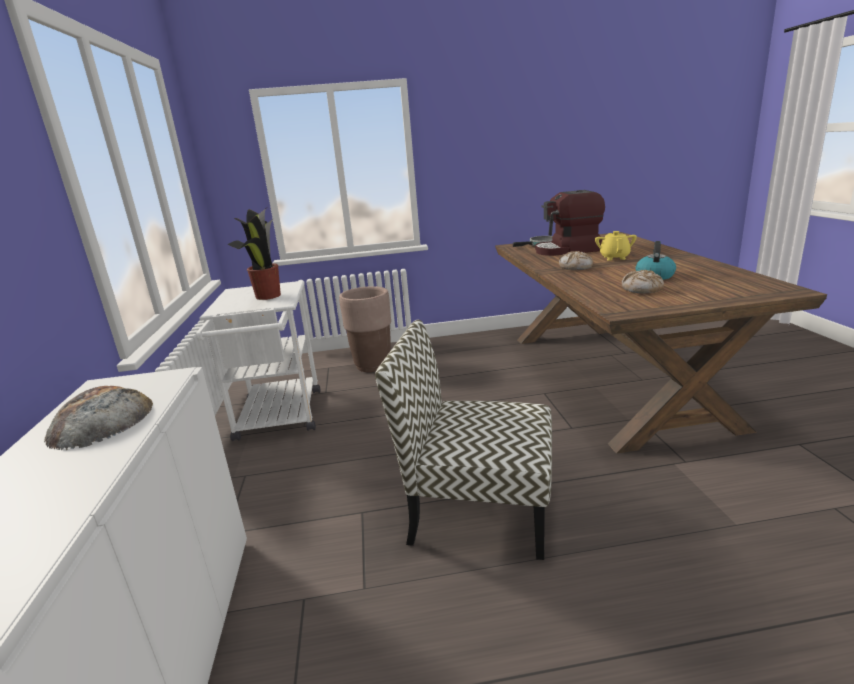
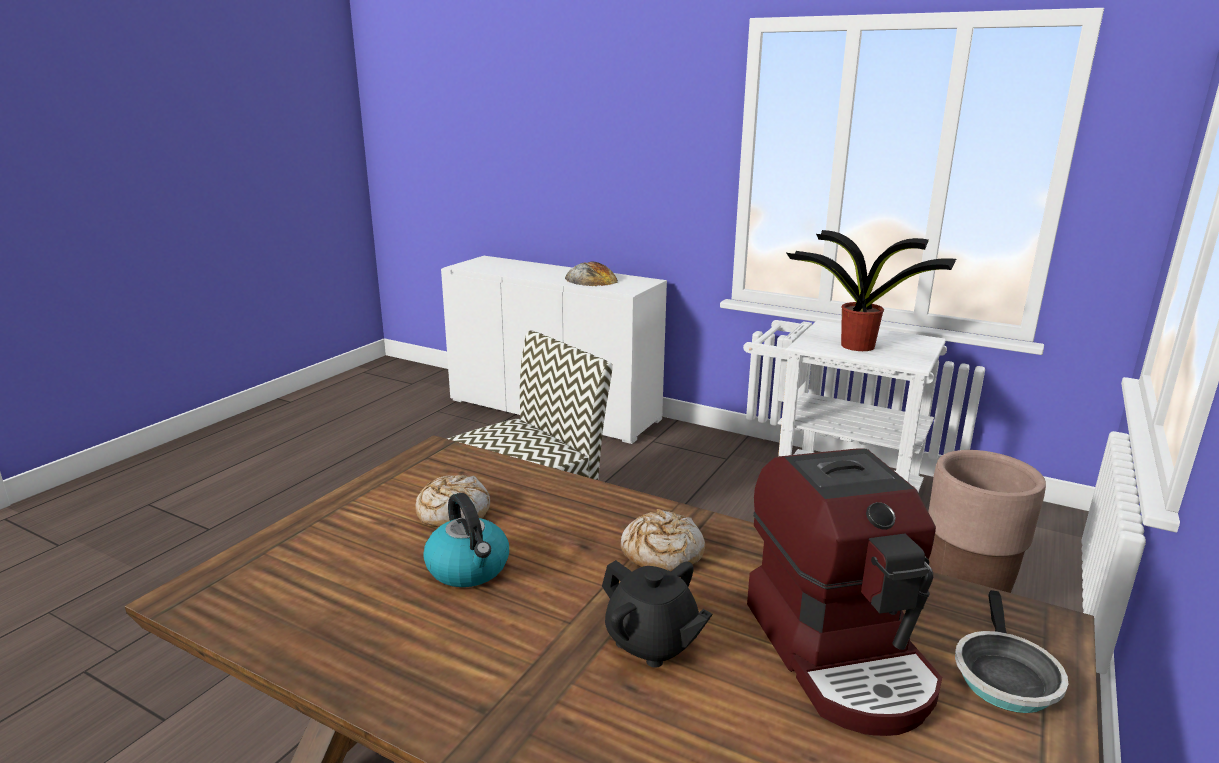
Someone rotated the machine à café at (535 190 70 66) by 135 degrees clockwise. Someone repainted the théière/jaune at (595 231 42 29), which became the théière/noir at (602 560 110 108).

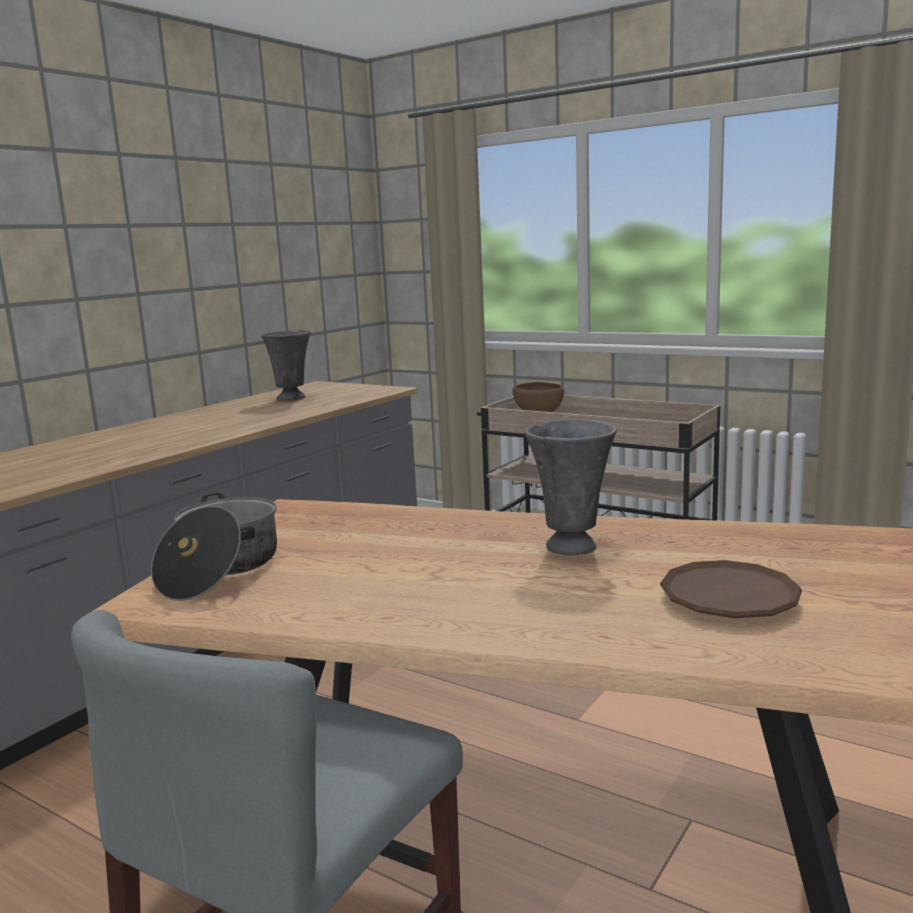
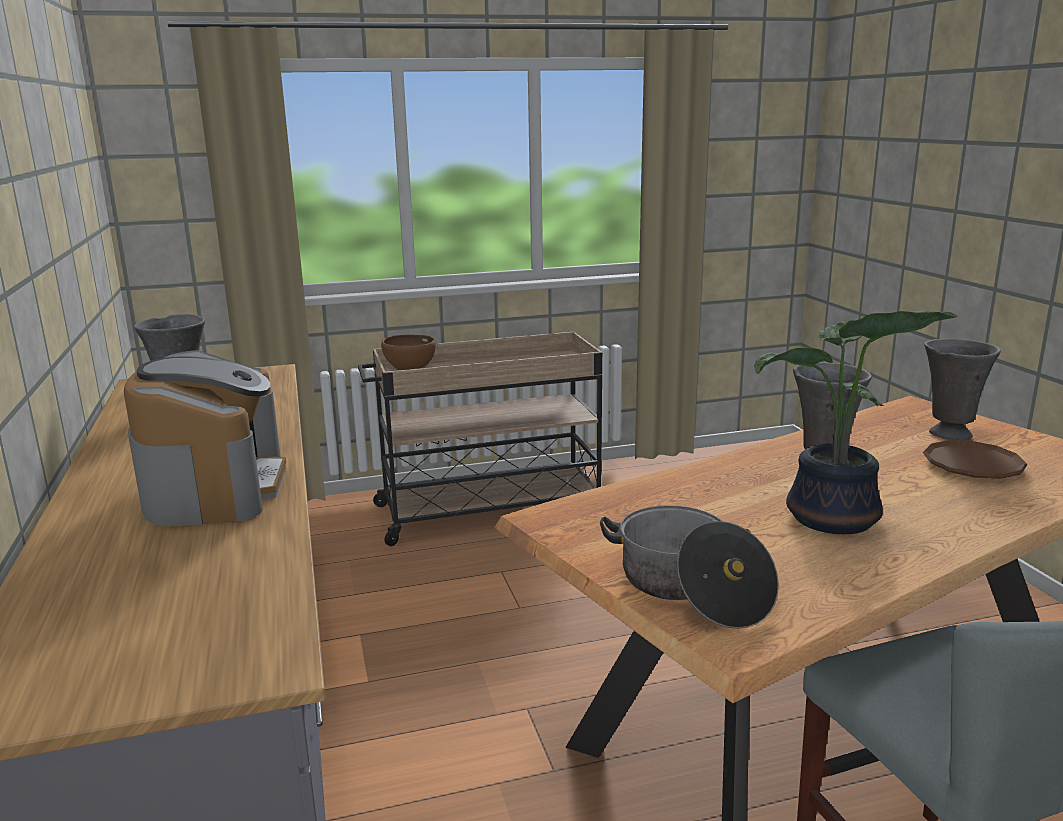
Someone put down the machine à café at (124 350 162 176). Someone put down the plante en pot at (754 310 204 224). Someone put down the vase/gris at (924 339 77 102).

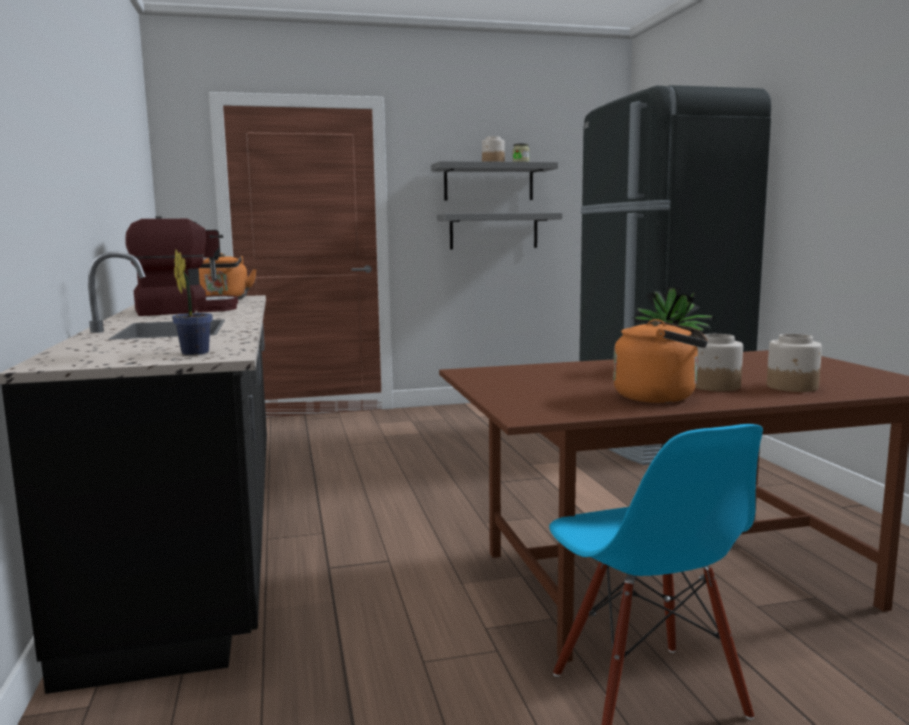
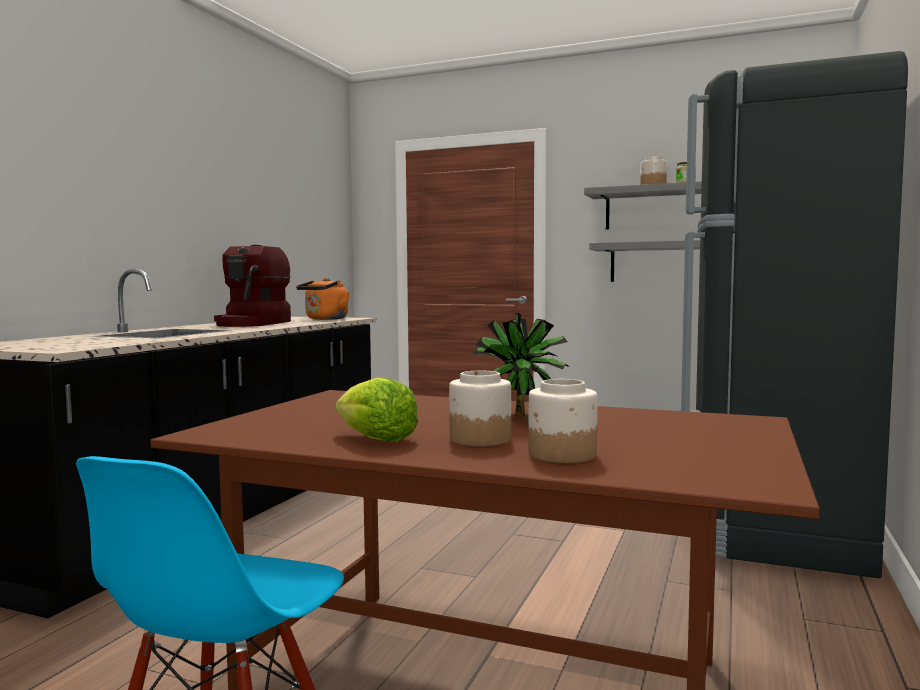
Someone rotated the machine à café at (125 216 113 100) by 90 degrees clockwise. Someone took away the plante en pot at (172 250 41 105). Someone swapped the bouilloire/orange at (613 319 95 84) for the laitue at (336 377 82 65).

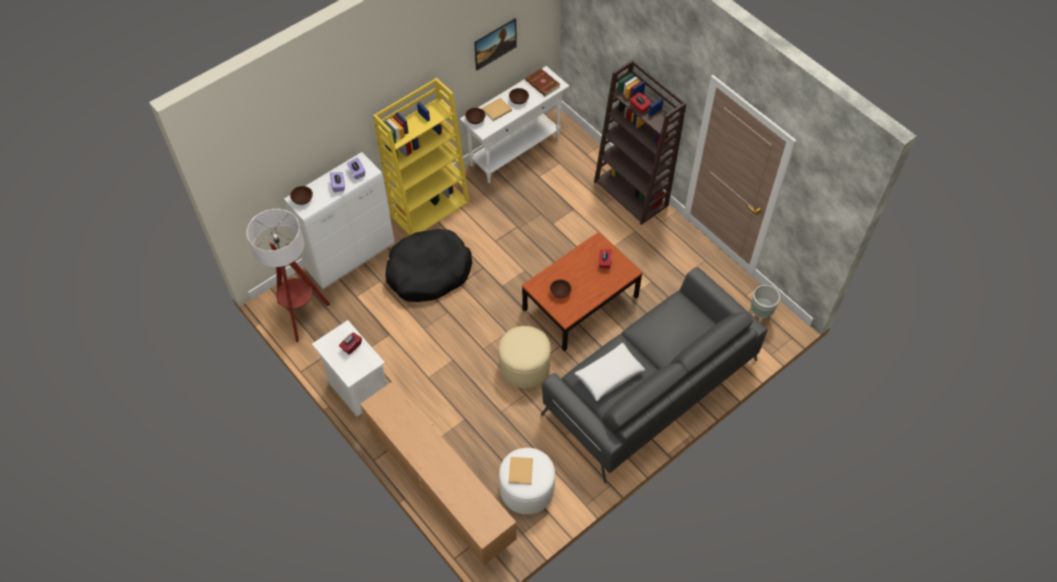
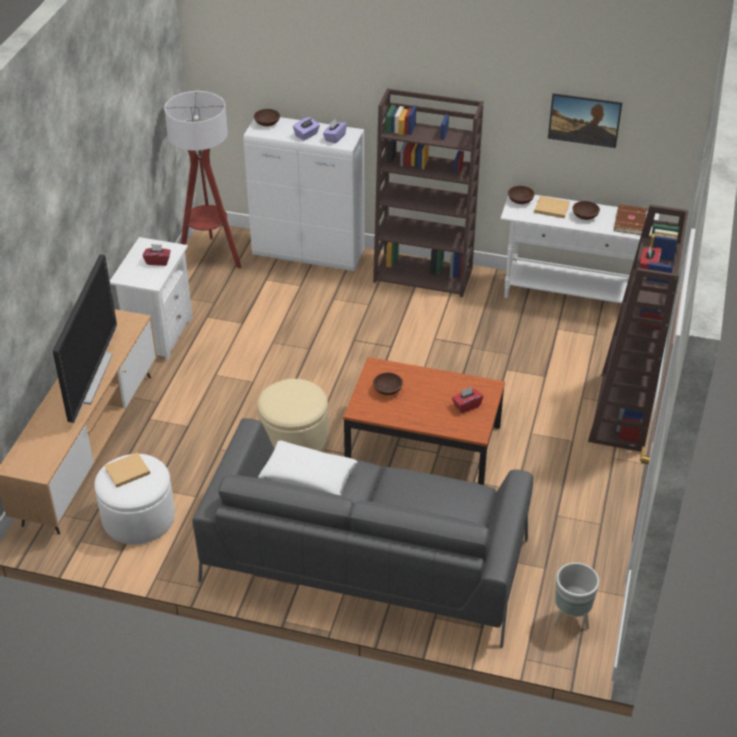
Someone repainted the bibliothèque/jaune at (373 78 97 158), which became the bibliothèque/marron at (373 88 111 209). Someone took away the panier pour chien/noir at (385 229 87 73). Someone put down the téléviseur at (53 255 64 168).

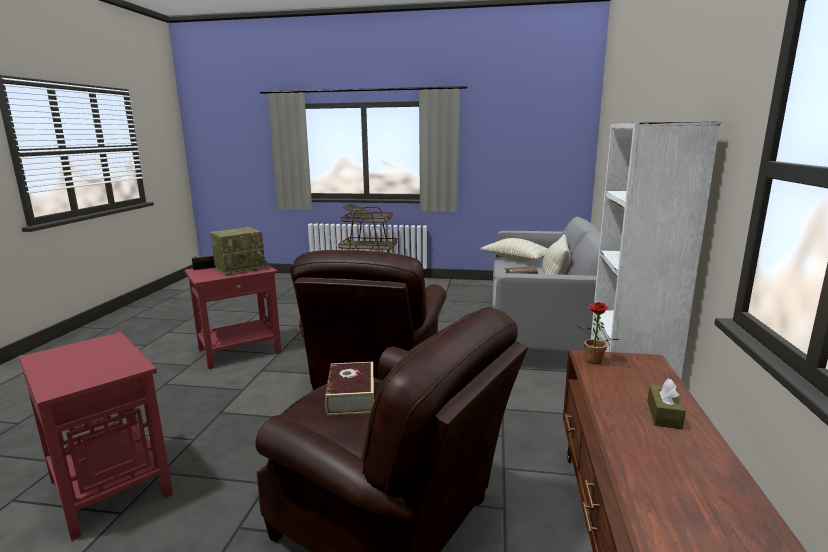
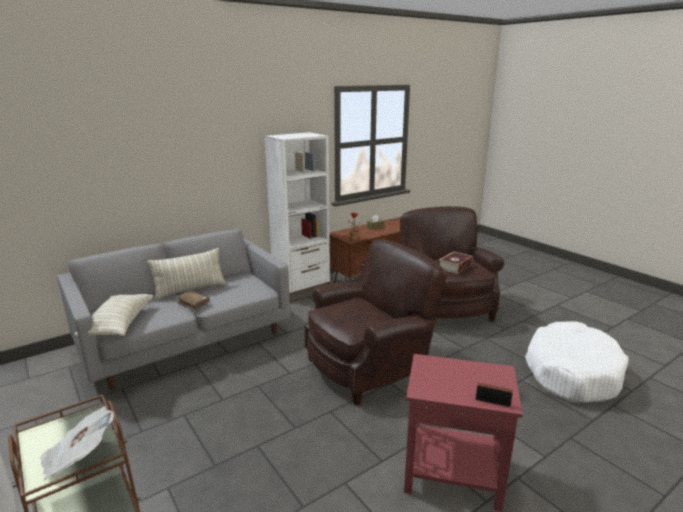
Someone swapped the table d'appoint/rouge at (19 332 154 209) for the panier pour chien/blanc at (525 322 104 81). Someone took away the radio at (210 227 57 49).

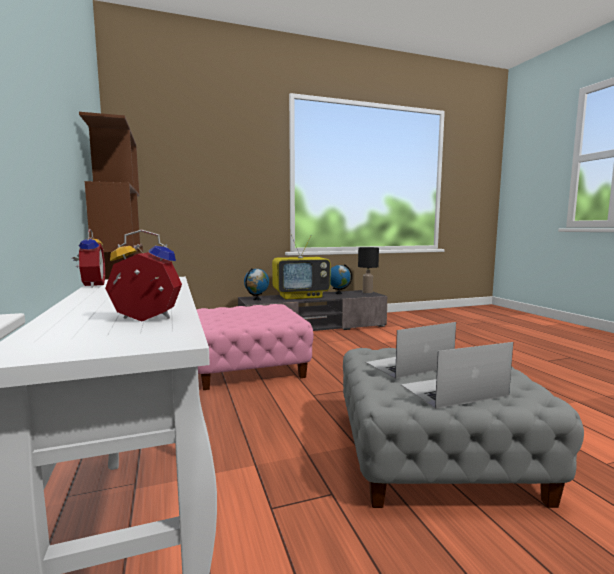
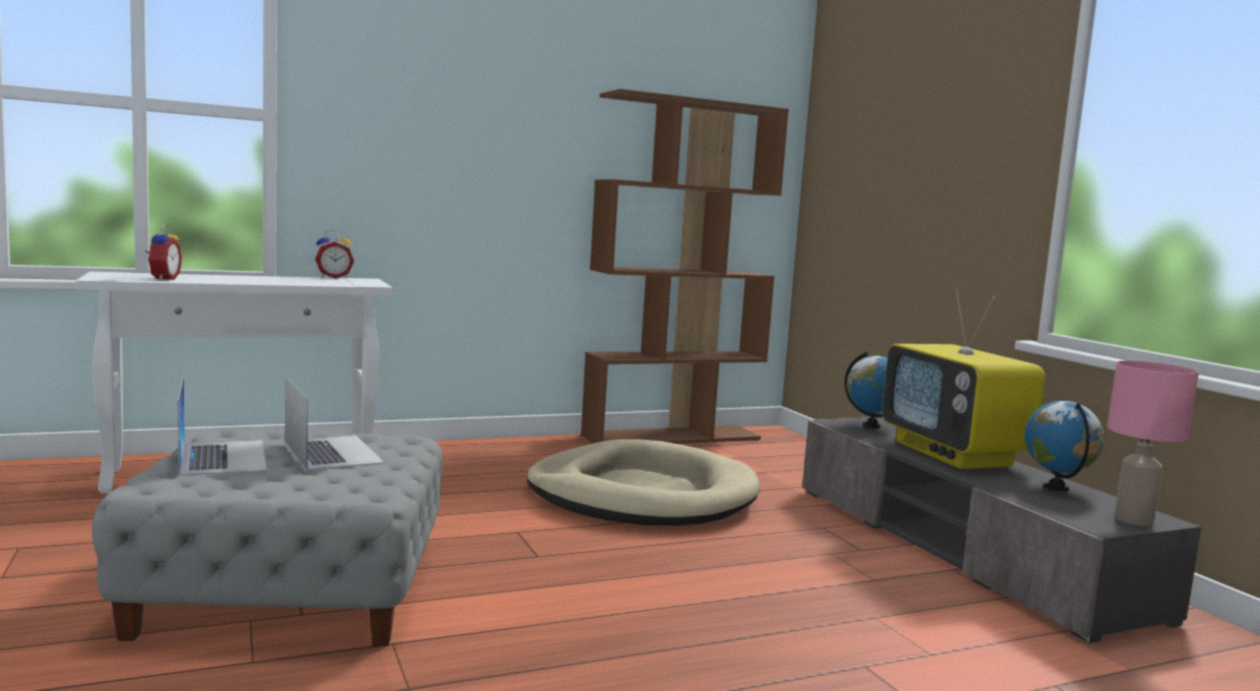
Someone swapped the pouf/rose at (196 304 118 86) for the panier pour chien/beige at (526 439 234 87). Someone repainted the lampe de table/noir at (358 247 21 46), which became the lampe de table/rose at (1107 361 92 165).

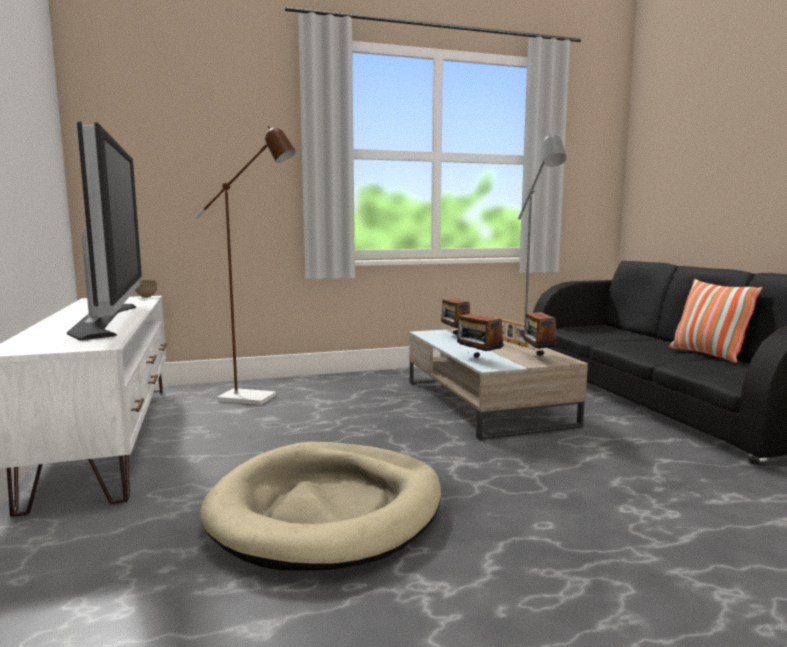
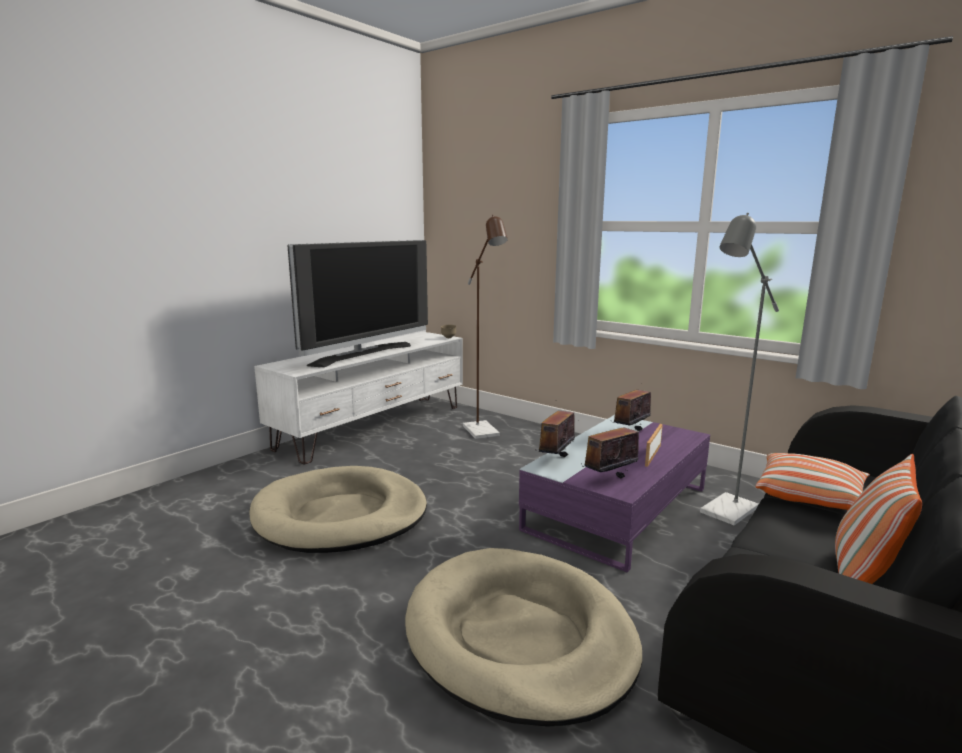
Someone repainted the table basse/beige at (409 329 179 111), which became the table basse/violet at (519 415 191 157). Someone put down the panier pour chien/beige at (405 548 237 179). Someone put down the coussin at (755 453 115 57).

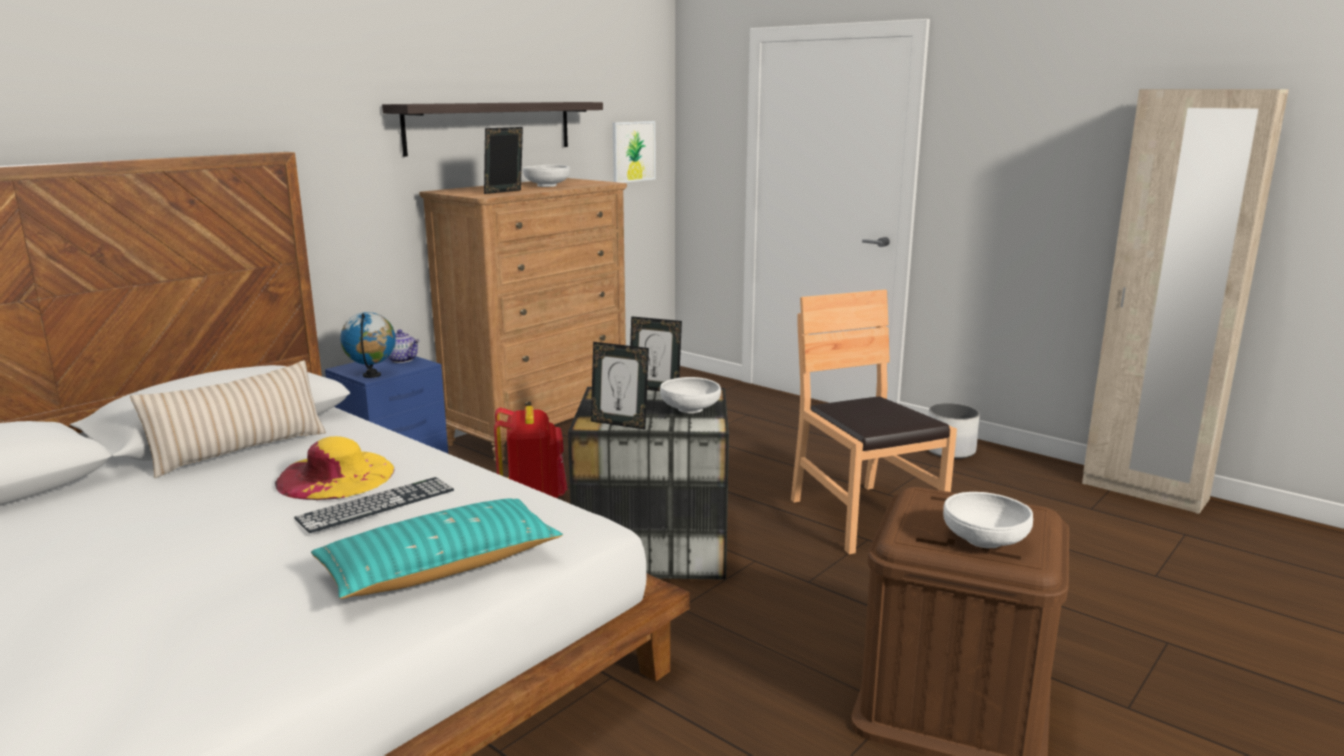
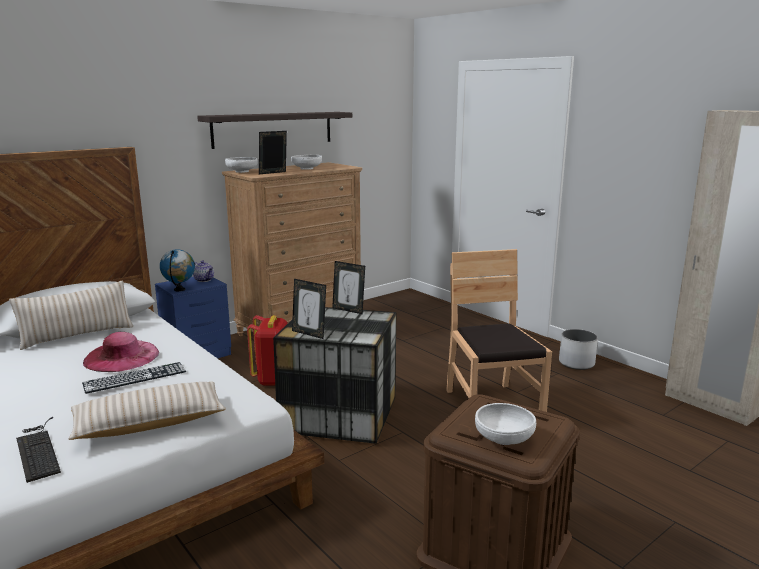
Someone repainted the chapeau/jaune at (275 436 119 64), which became the chapeau/rose at (83 332 76 40). Someone repainted the coussin/turquoise at (311 498 252 101), which became the coussin/beige at (69 382 157 58). Someone took away the tableau at (613 121 43 62). Someone carried the bol/blanc from (660 377 61 36) to (225 157 33 16). Someone put down the clavier at (16 417 45 66).

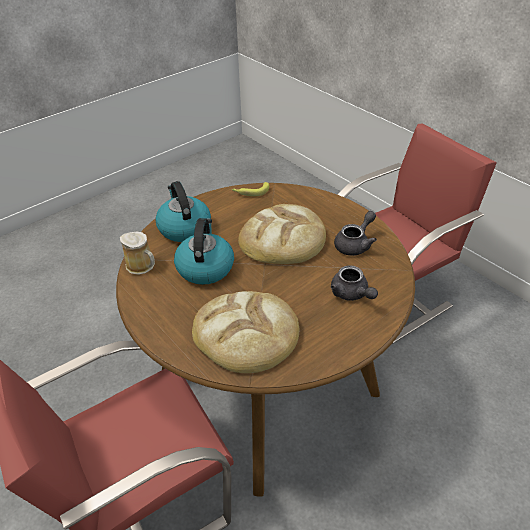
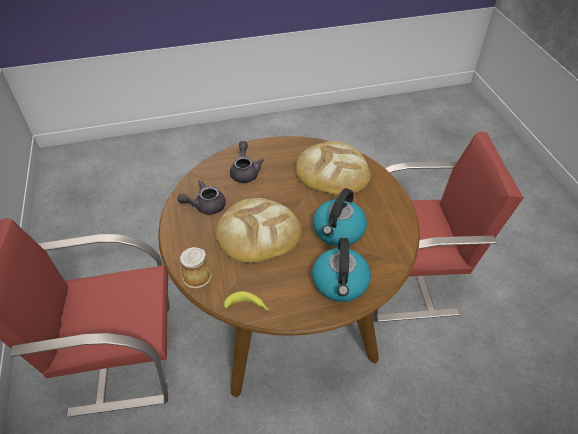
Someone carried the mug from (120 231 35 44) to (180 247 32 41).

